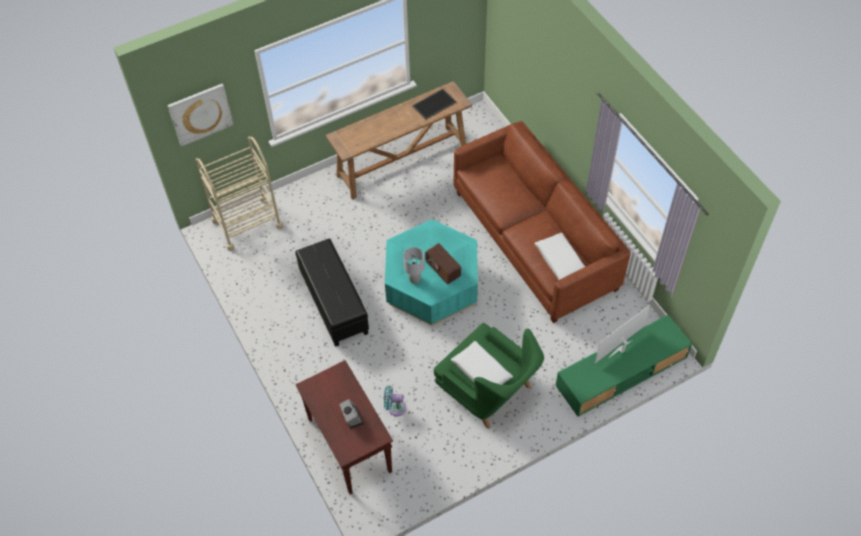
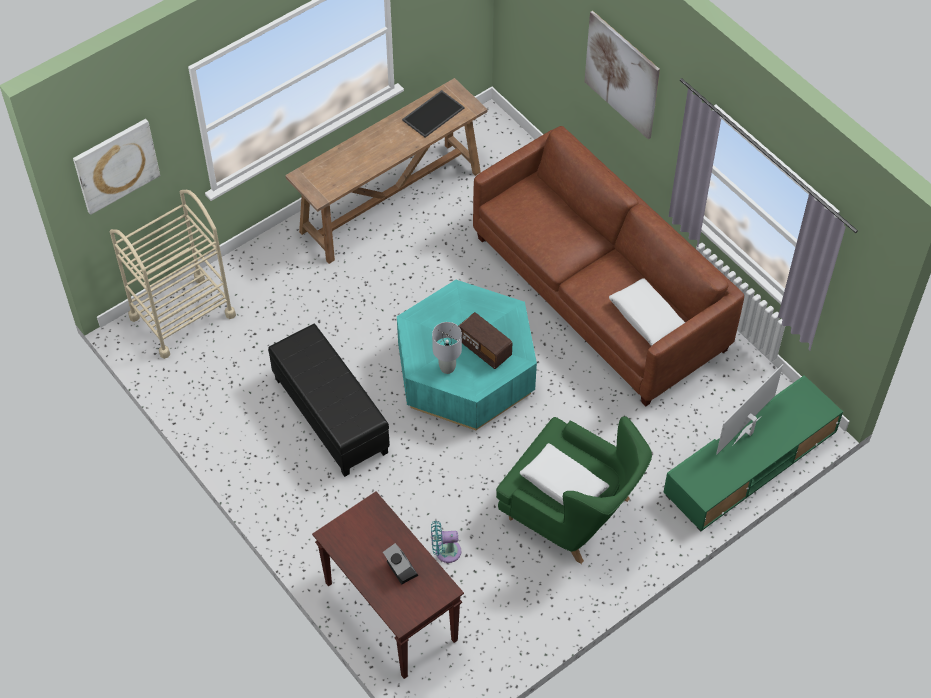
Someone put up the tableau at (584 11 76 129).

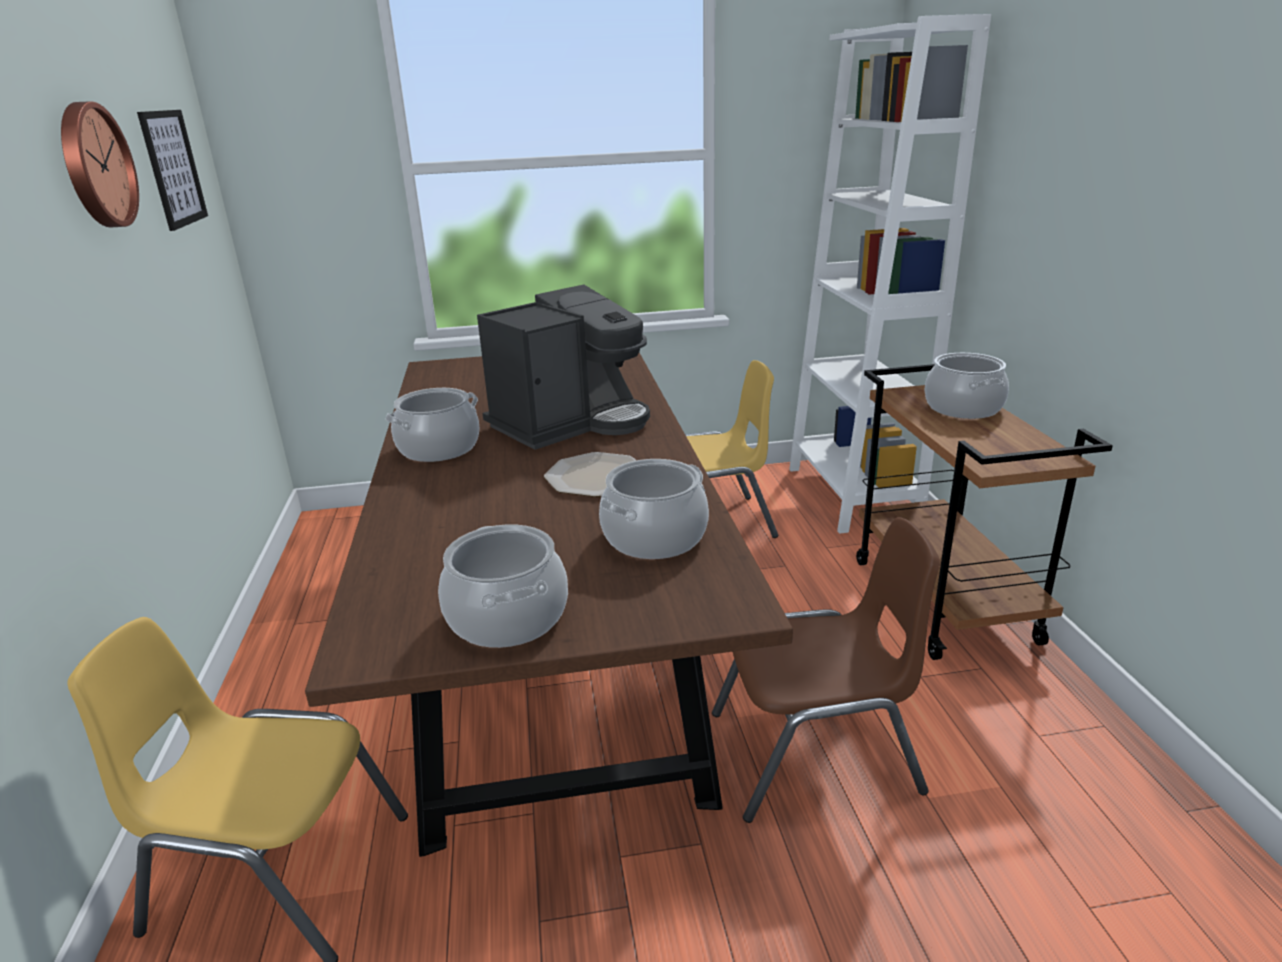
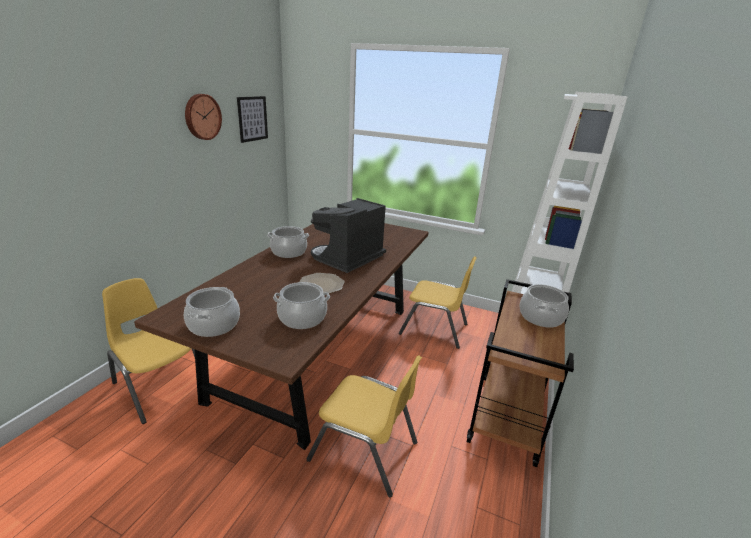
Someone rotated the machine à café at (477 285 173 165) by 135 degrees clockwise. Someone repainted the chaise/marron at (712 517 228 306), which became the chaise/jaune at (307 355 115 142).

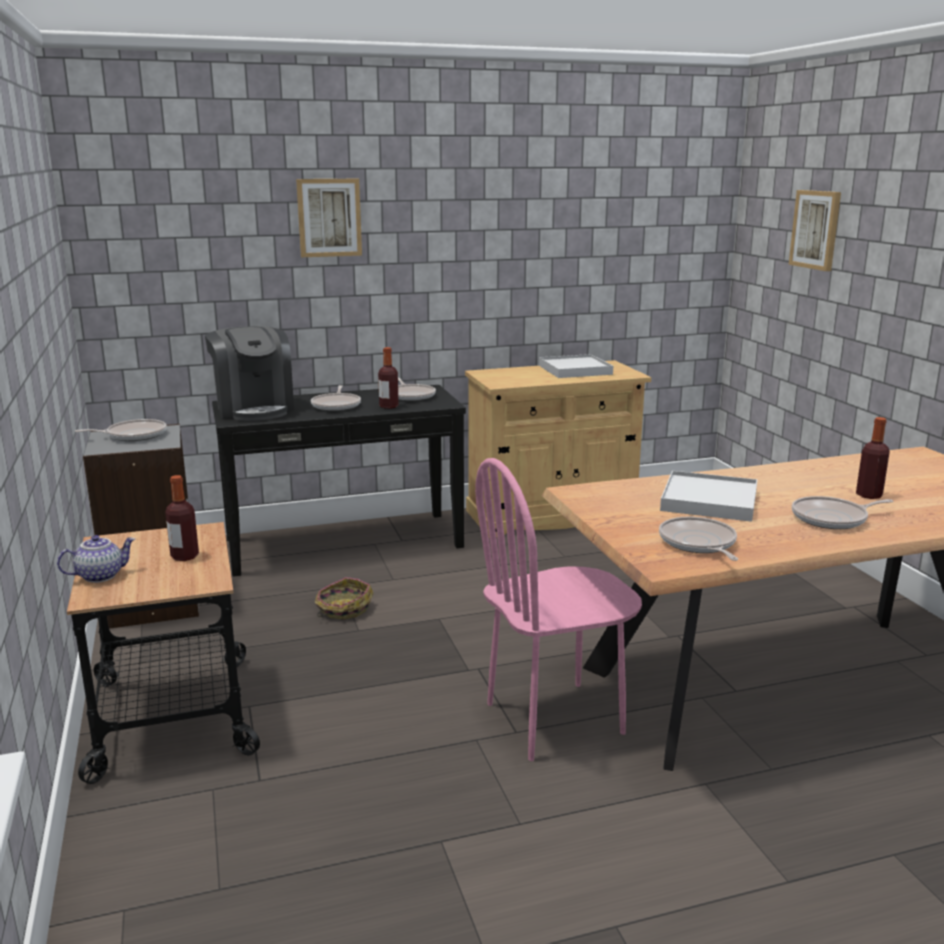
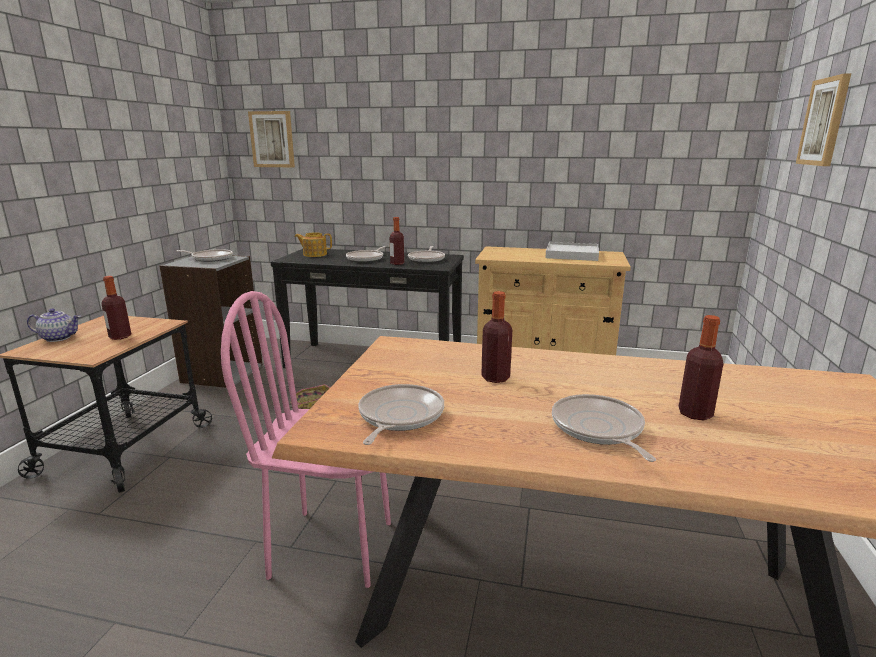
Someone swapped the machine à café at (205 326 89 95) for the théière at (295 232 37 25). Someone carried the tableau from (296 179 66 78) to (248 111 47 56). Someone swapped the plateau/blanc at (660 471 97 51) for the bouteille at (481 291 31 92). Someone rotated the poêle at (792 496 101 33) by 60 degrees clockwise.

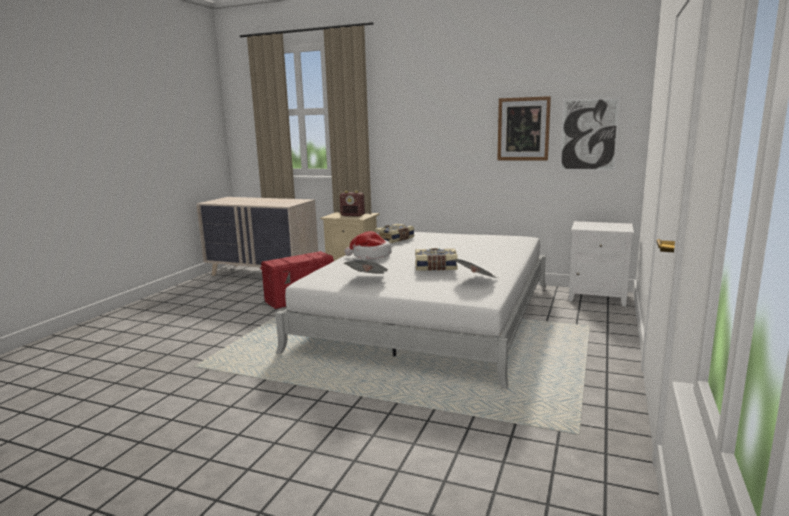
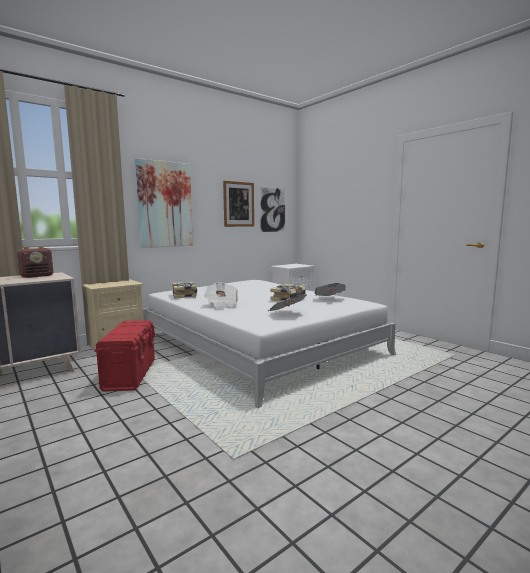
Someone carried the radio from (339 191 26 26) to (17 246 36 32). Someone swapped the chapeau at (345 231 47 28) for the journal at (204 282 34 27). Someone put up the tableau at (135 158 58 90).

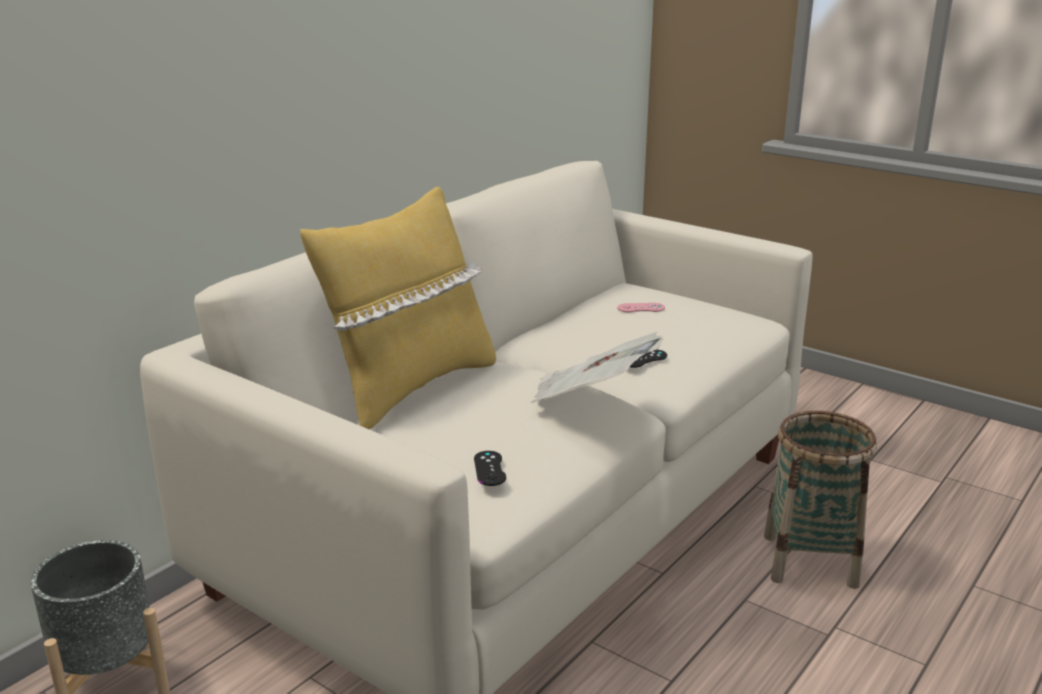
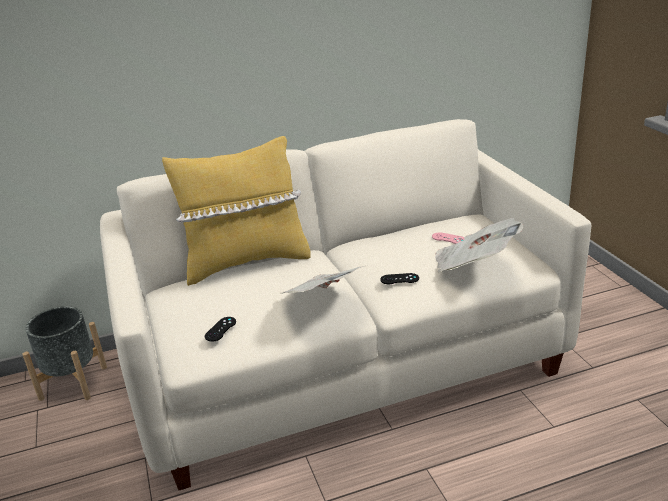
Someone took away the panier at (764 411 113 178). Someone put down the journal at (435 218 88 55).

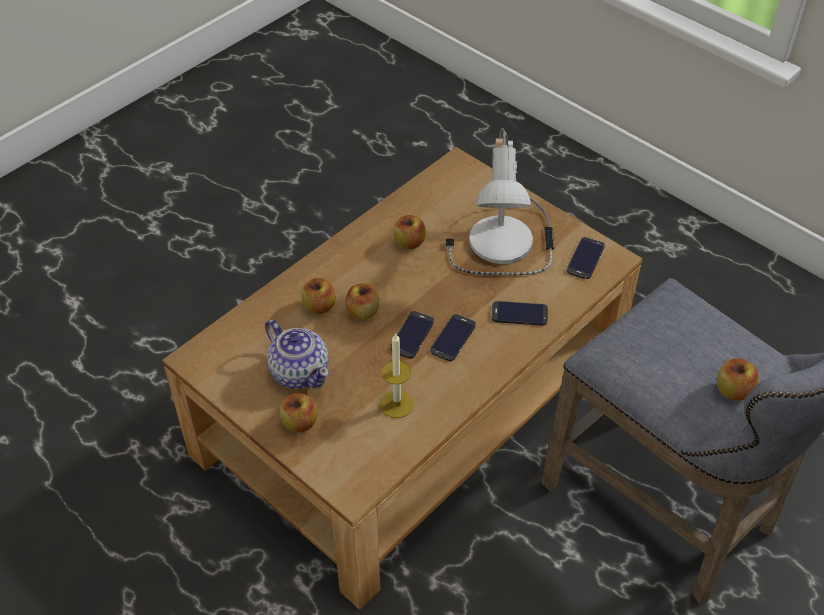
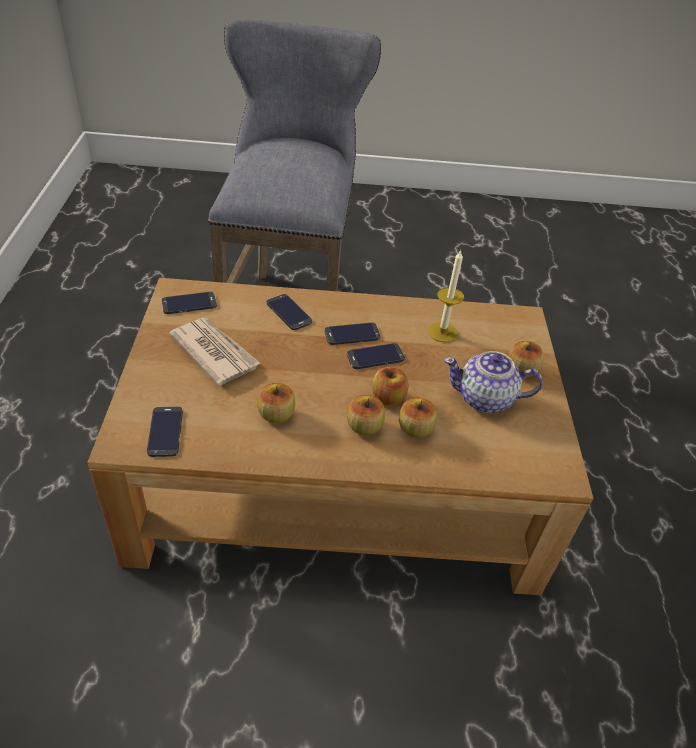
Someone rotated the théière at (265 319 64 70) by 90 degrees counterclockwise. Someone swapped the lampe de table at (446 128 108 147) for the journal at (170 318 90 68). Someone carried the pomme from (717 358 42 43) to (347 395 38 41). Someone put down the téléphone at (147 406 36 51).

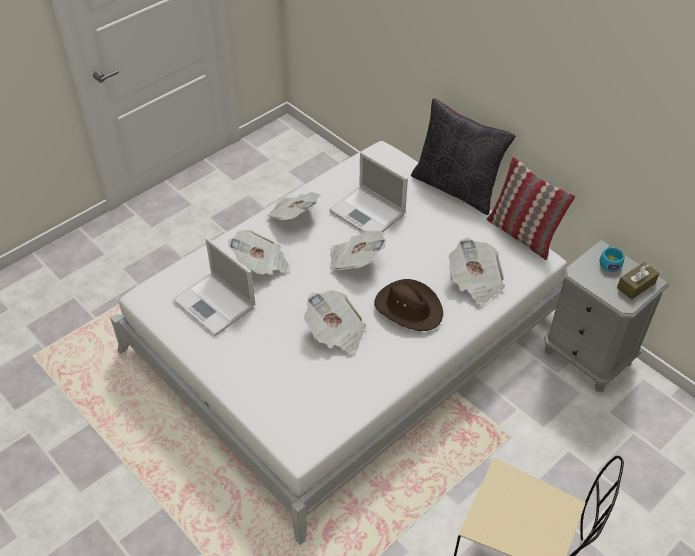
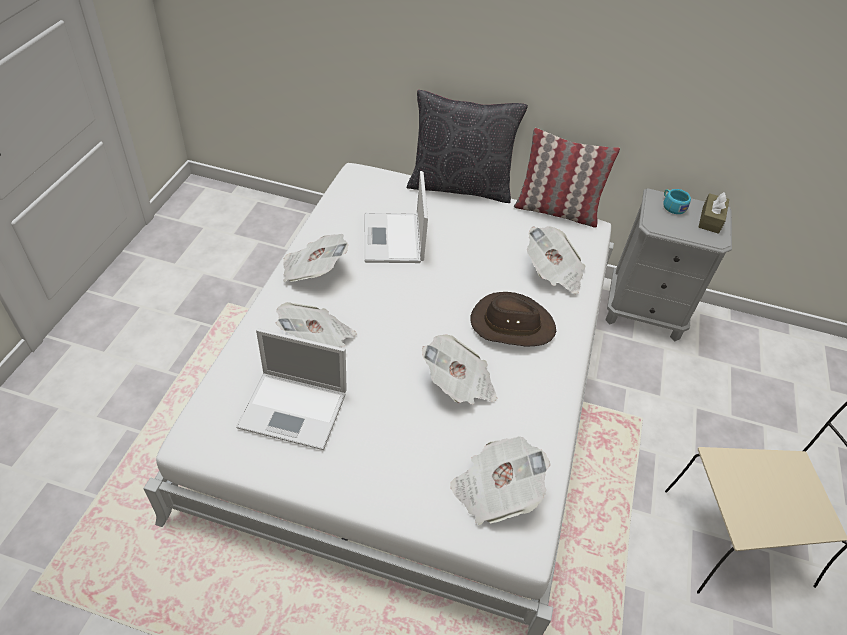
Someone rotated the ordinateur portable at (329 152 79 81) by 75 degrees clockwise. Someone carried the journal from (330 231 56 39) to (450 436 100 89).

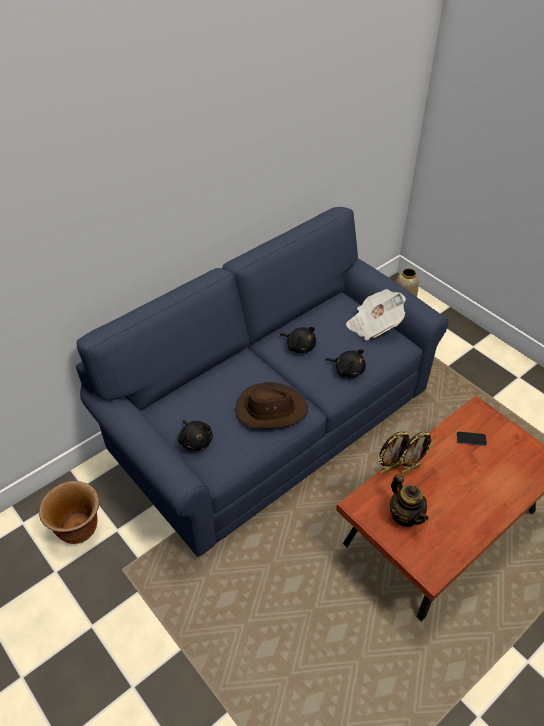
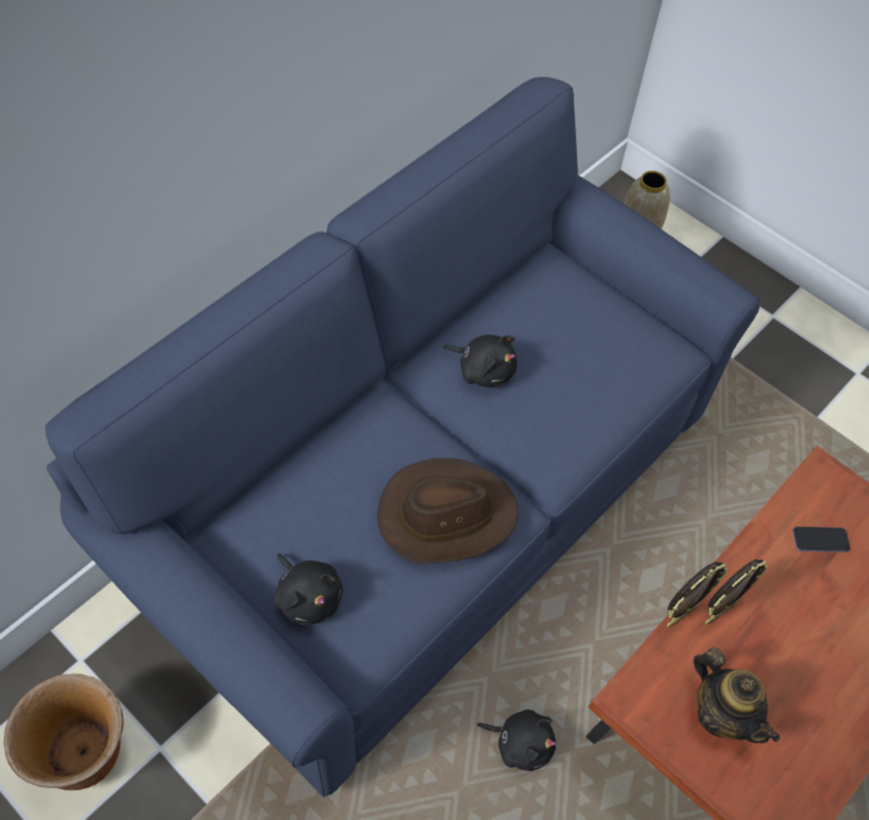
Someone carried the peluche/noir from (325 349 41 29) to (477 709 79 62). Someone took away the journal at (346 289 60 51).

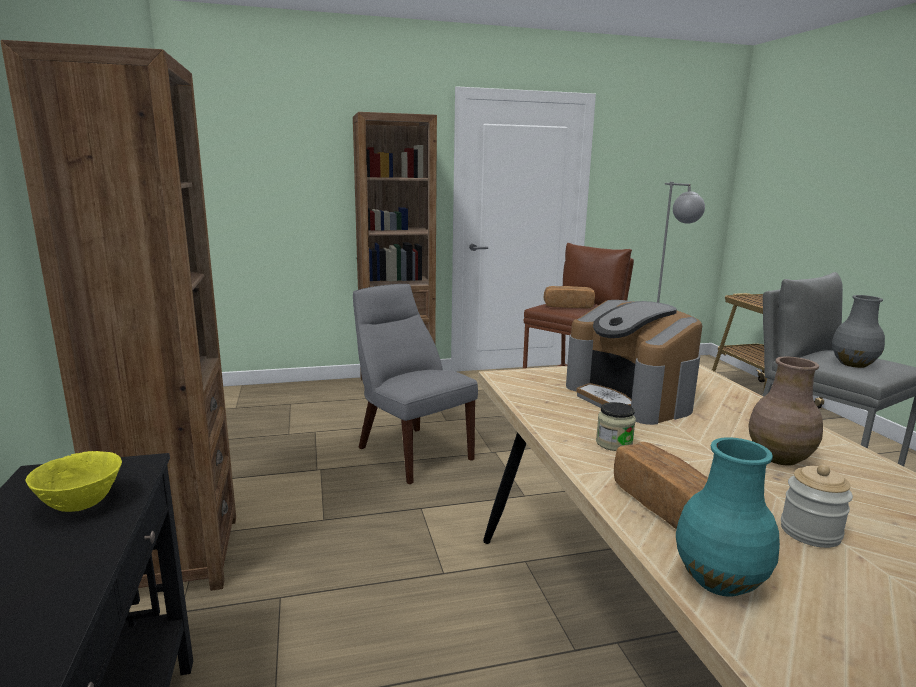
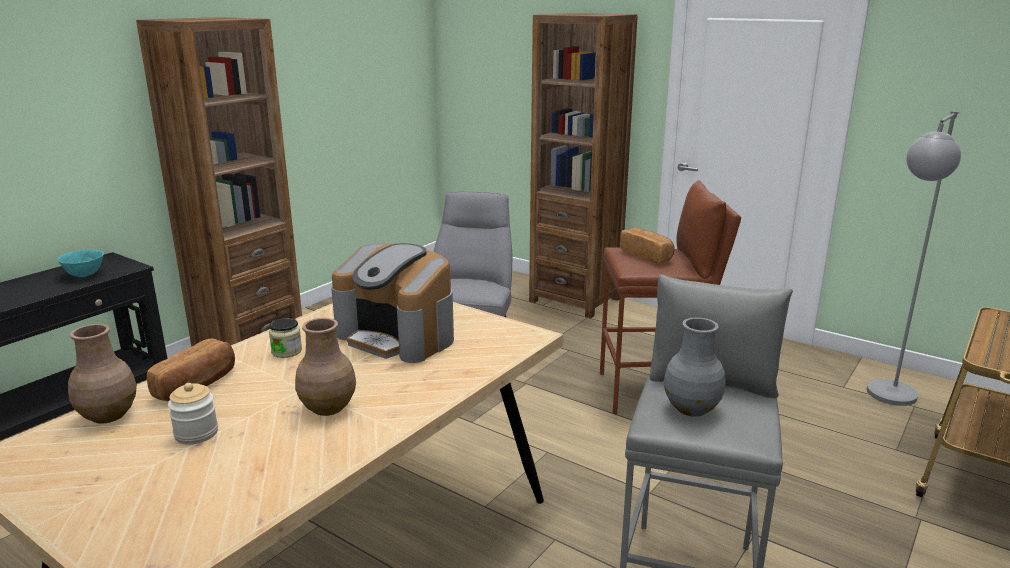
Someone repainted the bol/jaune at (26 451 96 61), which became the bol/turquoise at (57 250 47 27). Someone rotated the machine à café at (566 300 136 125) by 75 degrees counterclockwise. Someone repainted the vase/turquoise at (676 437 104 160), which became the vase/marron at (68 324 69 100).

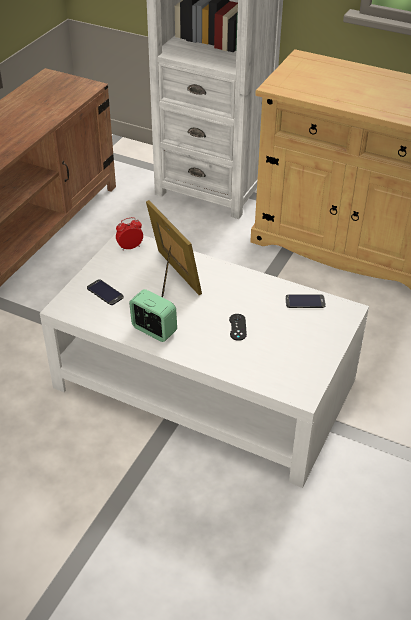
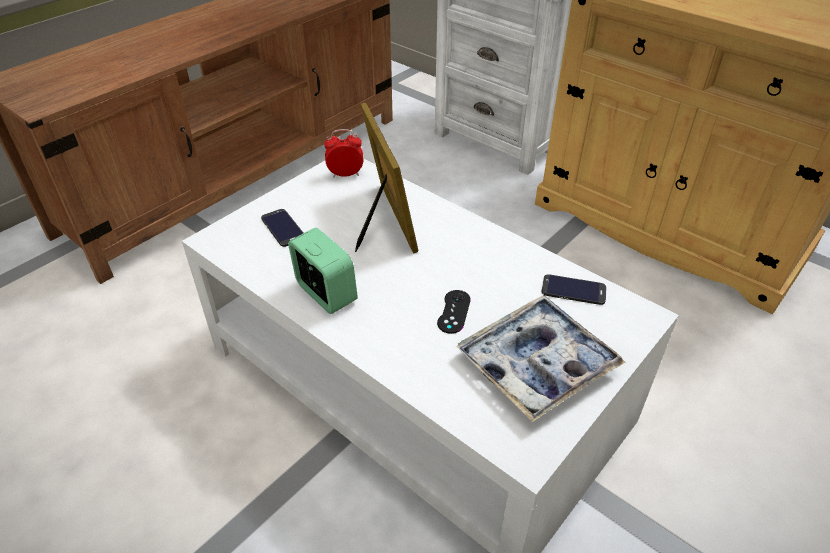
Someone put down the plateau at (457 295 168 127).

